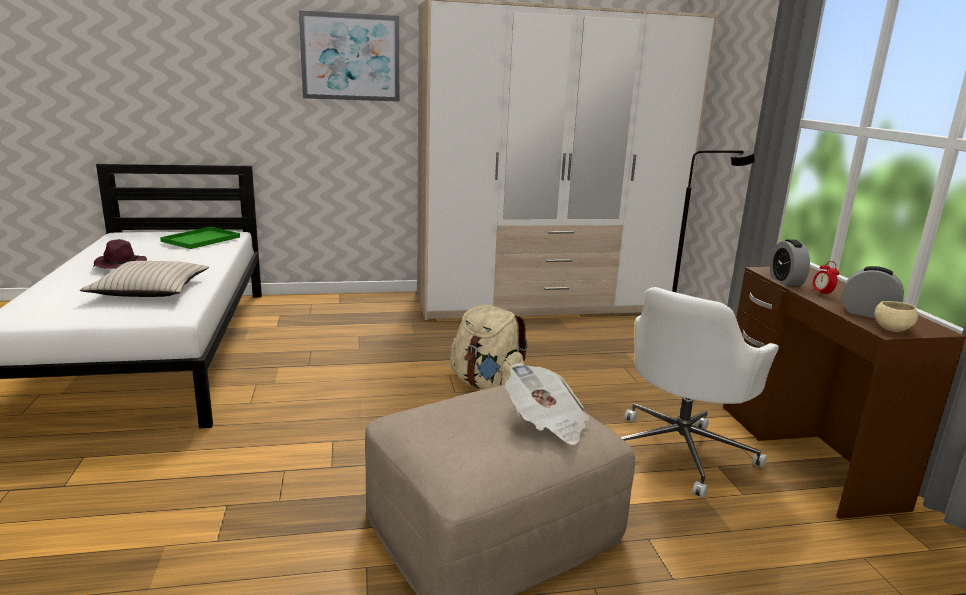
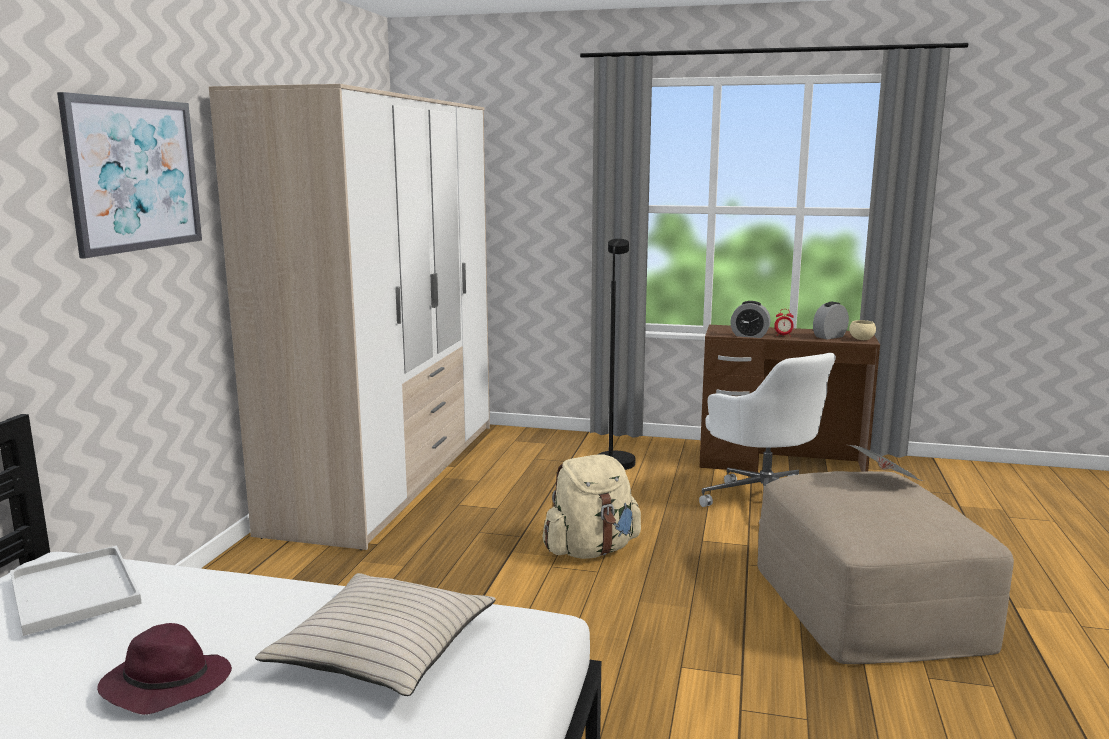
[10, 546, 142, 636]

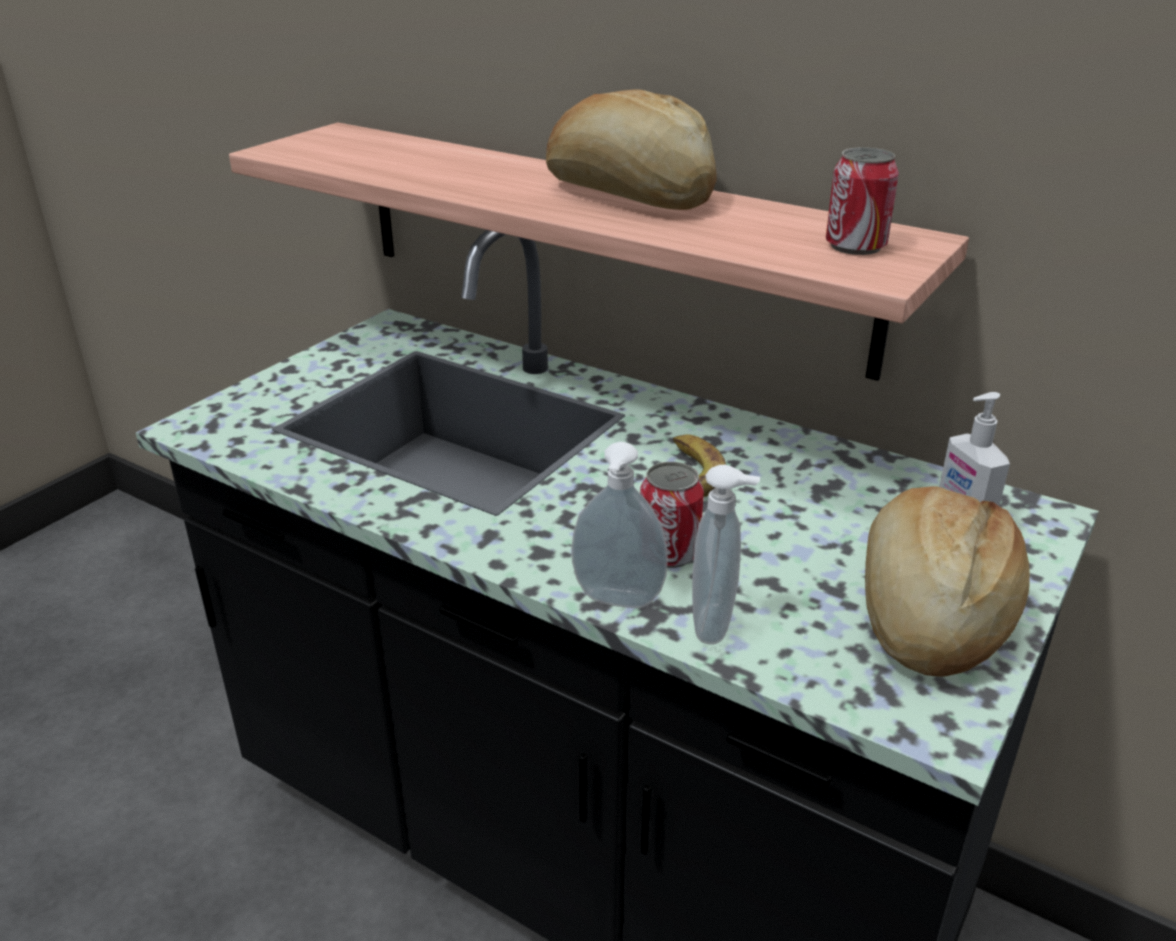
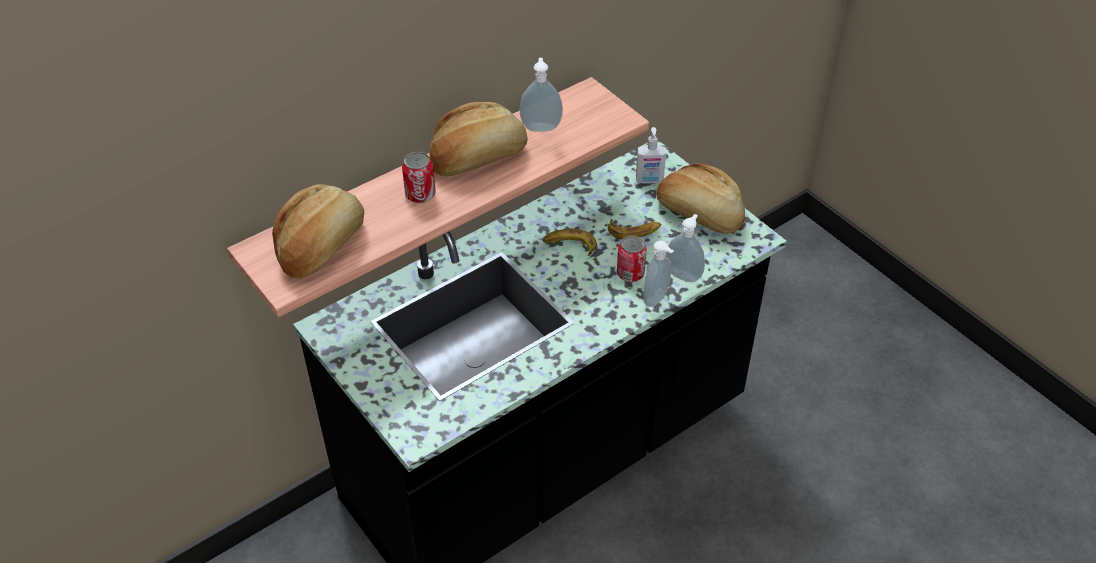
[272, 184, 364, 279]
[520, 58, 563, 132]
[608, 219, 661, 240]
[402, 152, 436, 203]

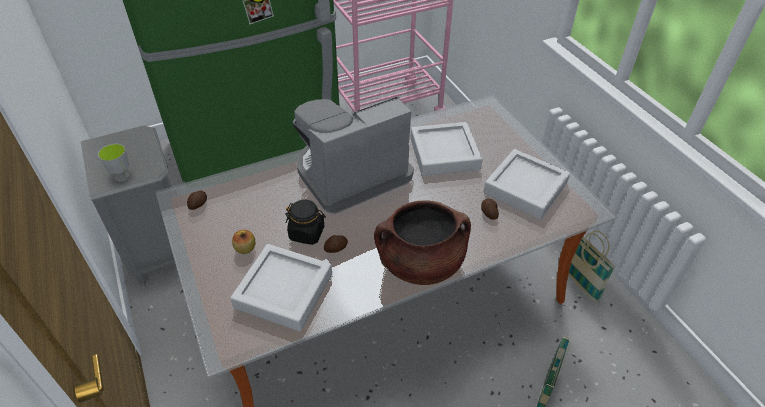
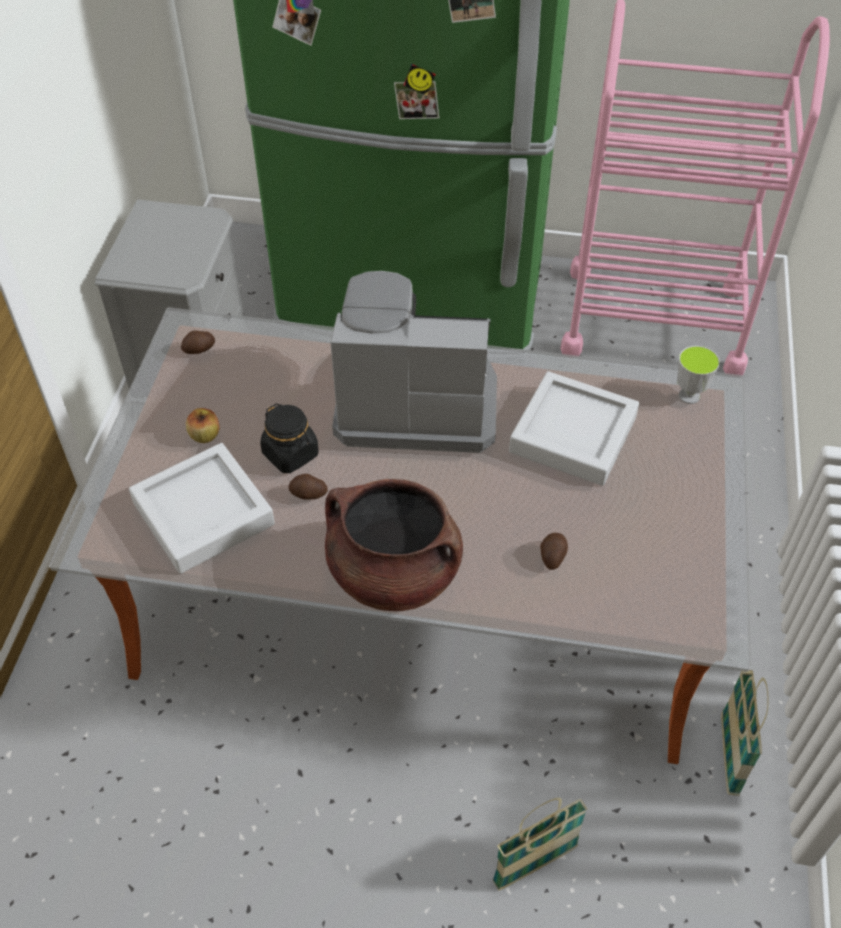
[483, 149, 570, 219] (first image)
[677, 345, 720, 404]

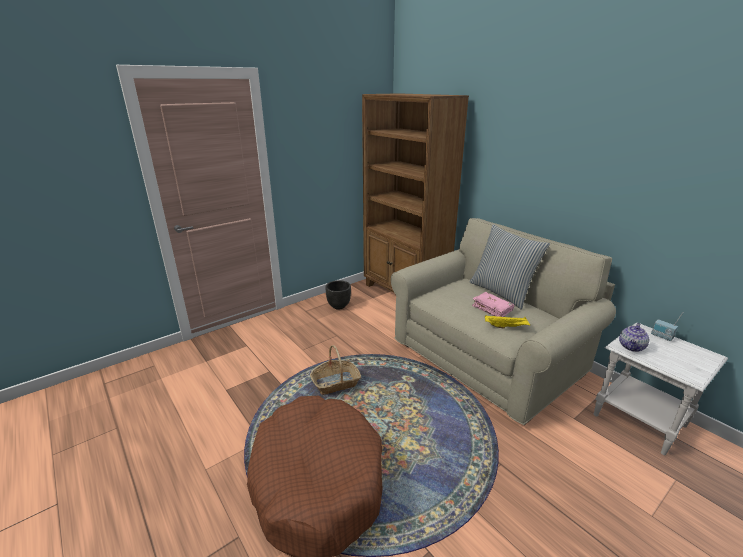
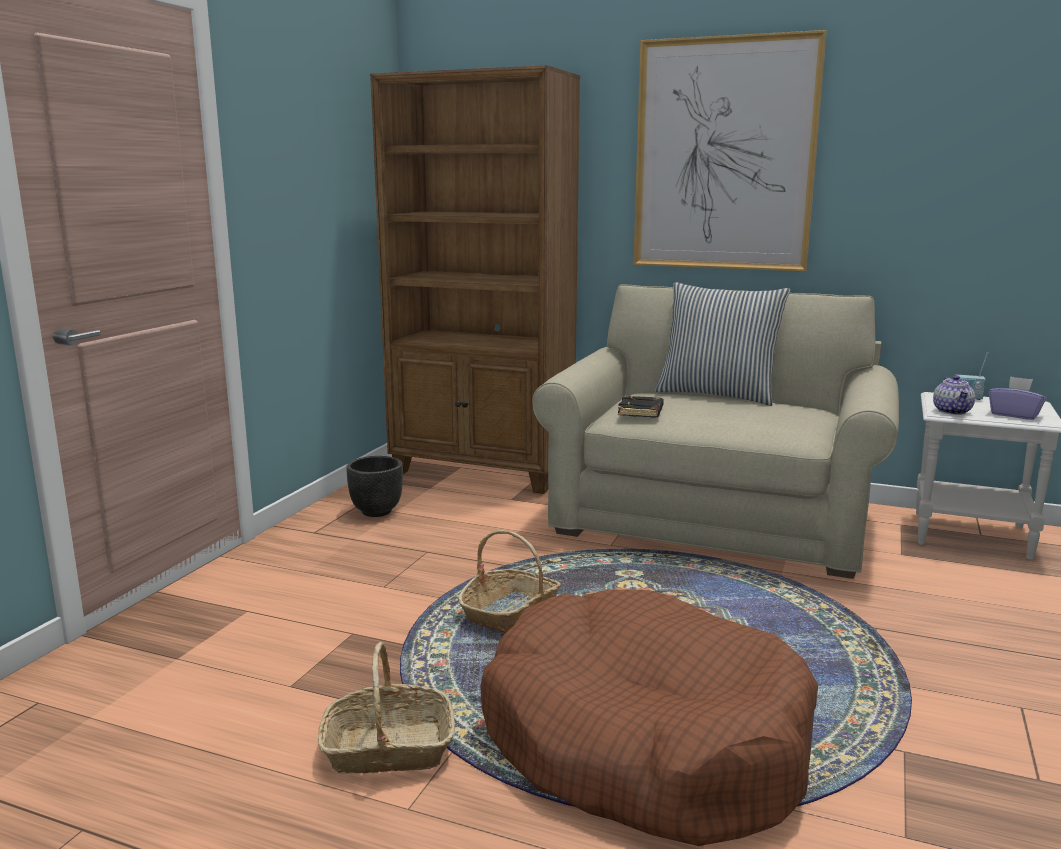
[472, 292, 514, 317] (first image)
[485, 316, 530, 329] (first image)
[318, 642, 455, 774]
[618, 396, 664, 418]
[633, 30, 827, 272]
[989, 376, 1047, 420]

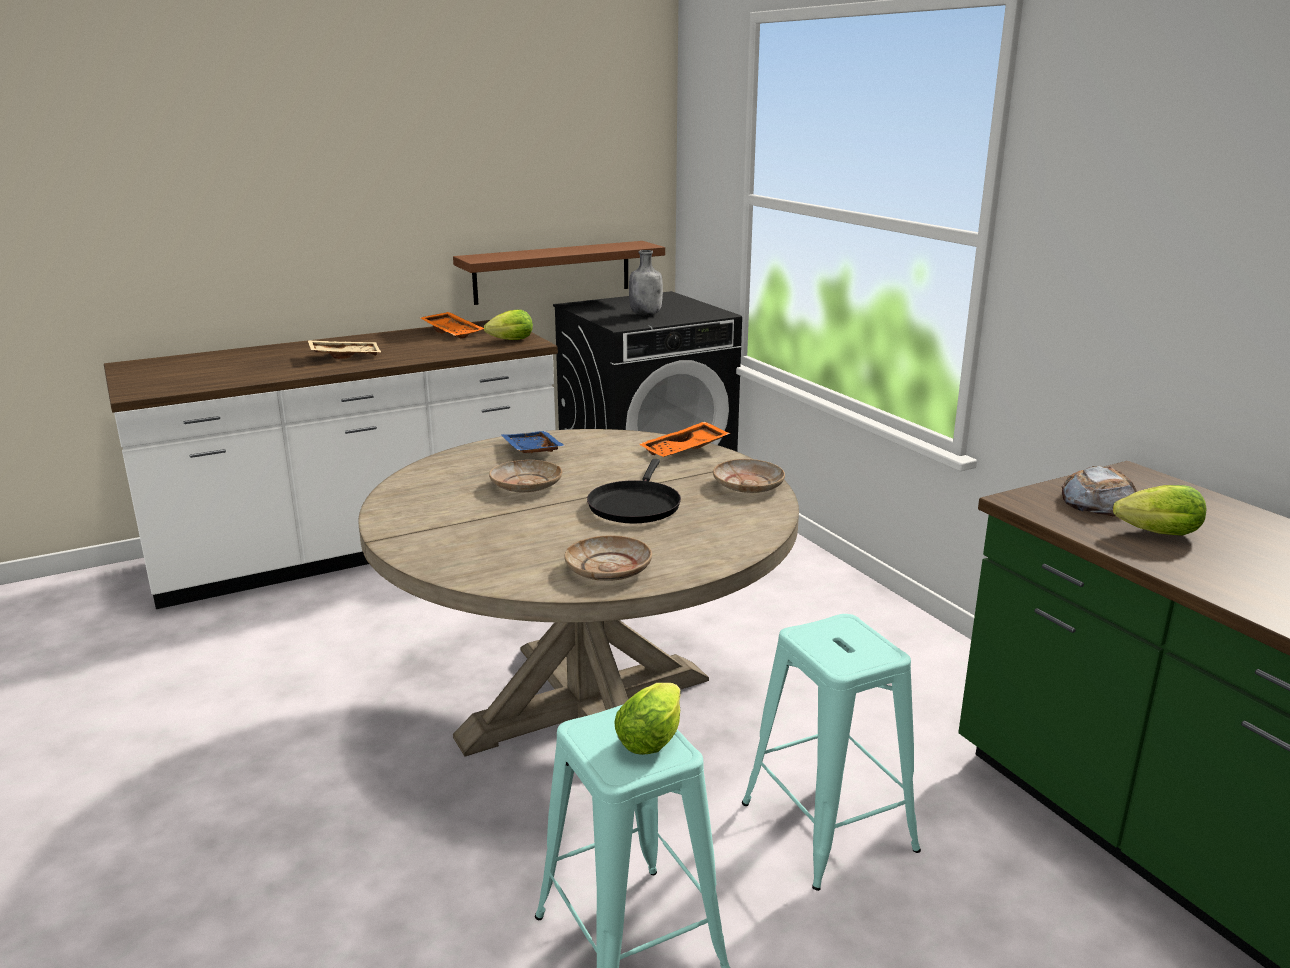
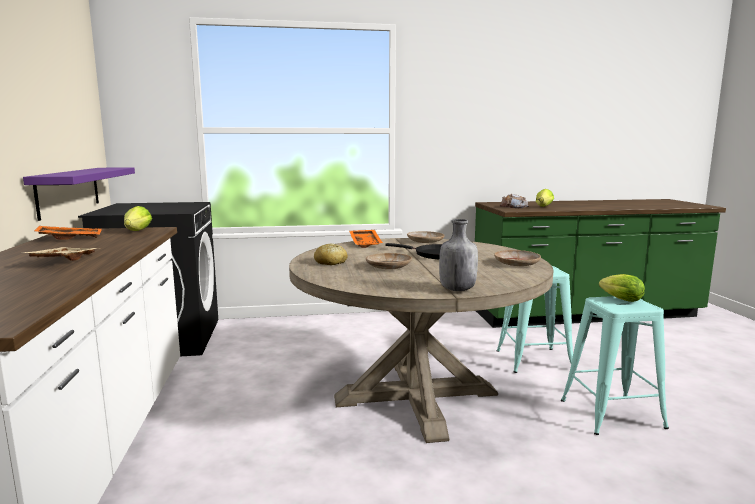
[439, 219, 478, 291]
[314, 243, 348, 265]
[23, 167, 135, 221]

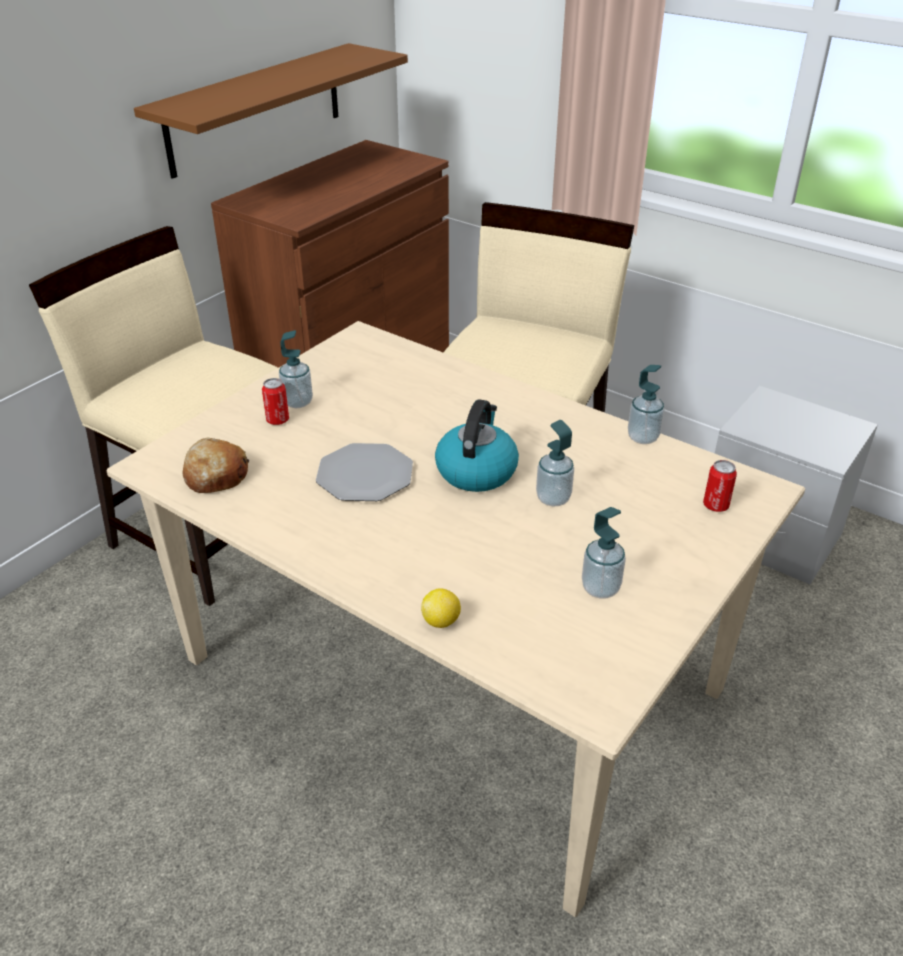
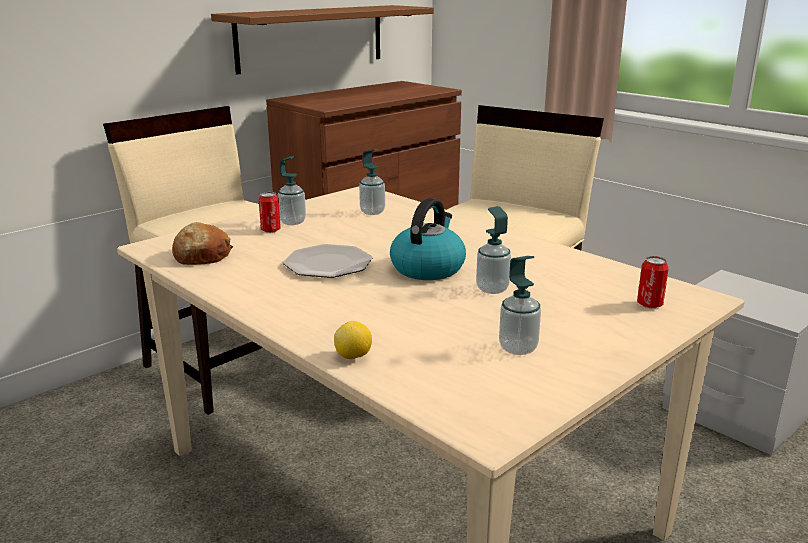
[359, 149, 385, 215]

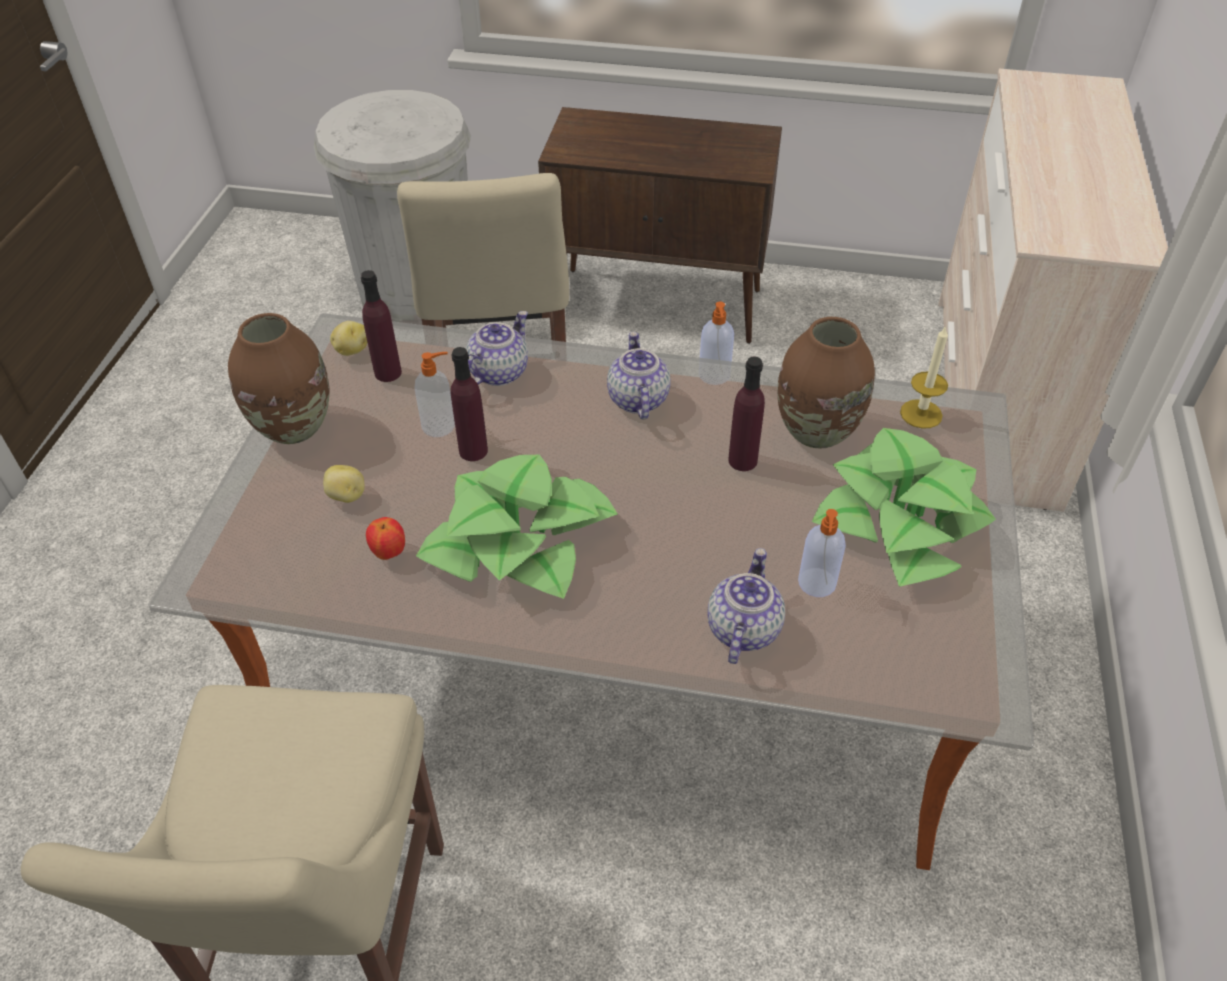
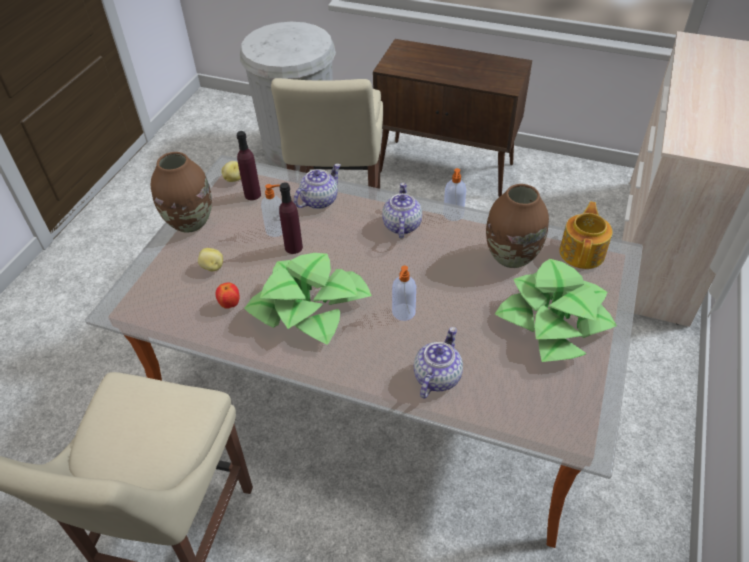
[728, 357, 765, 471] (first image)
[392, 266, 416, 321]
[560, 202, 612, 269]

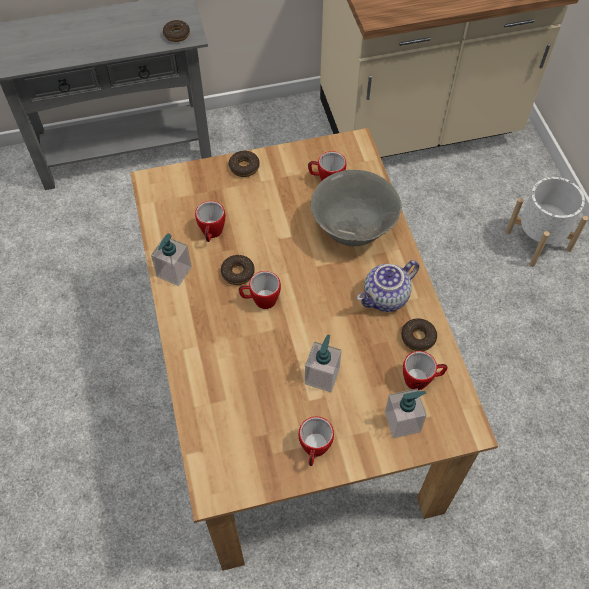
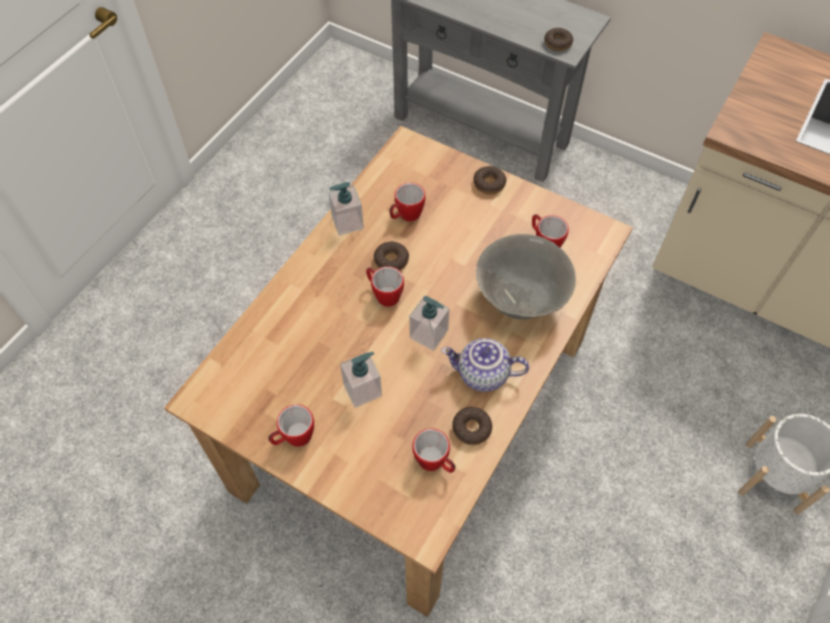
[409, 295, 450, 351]

